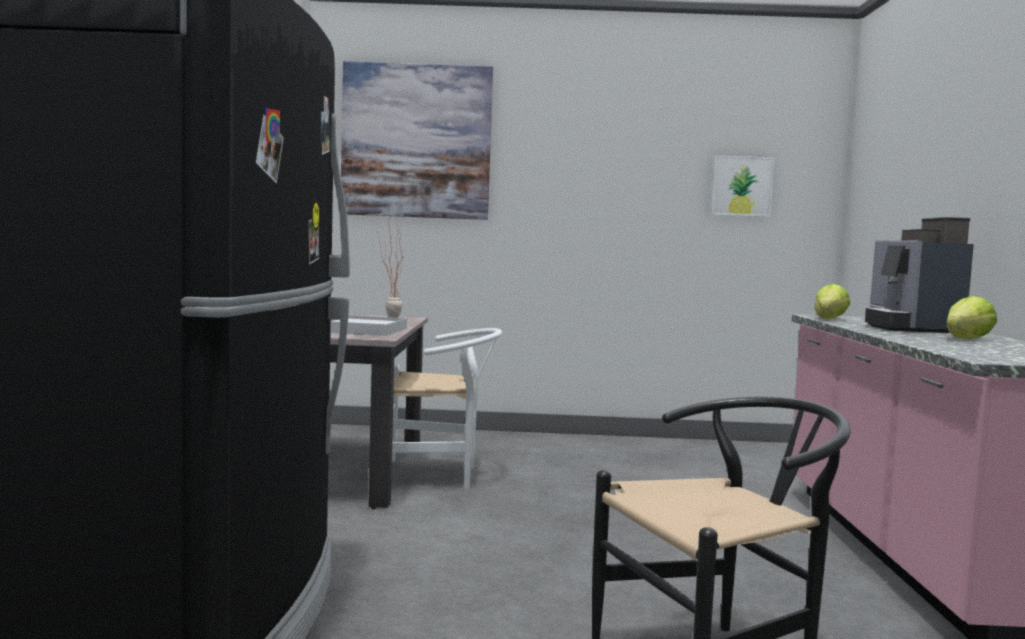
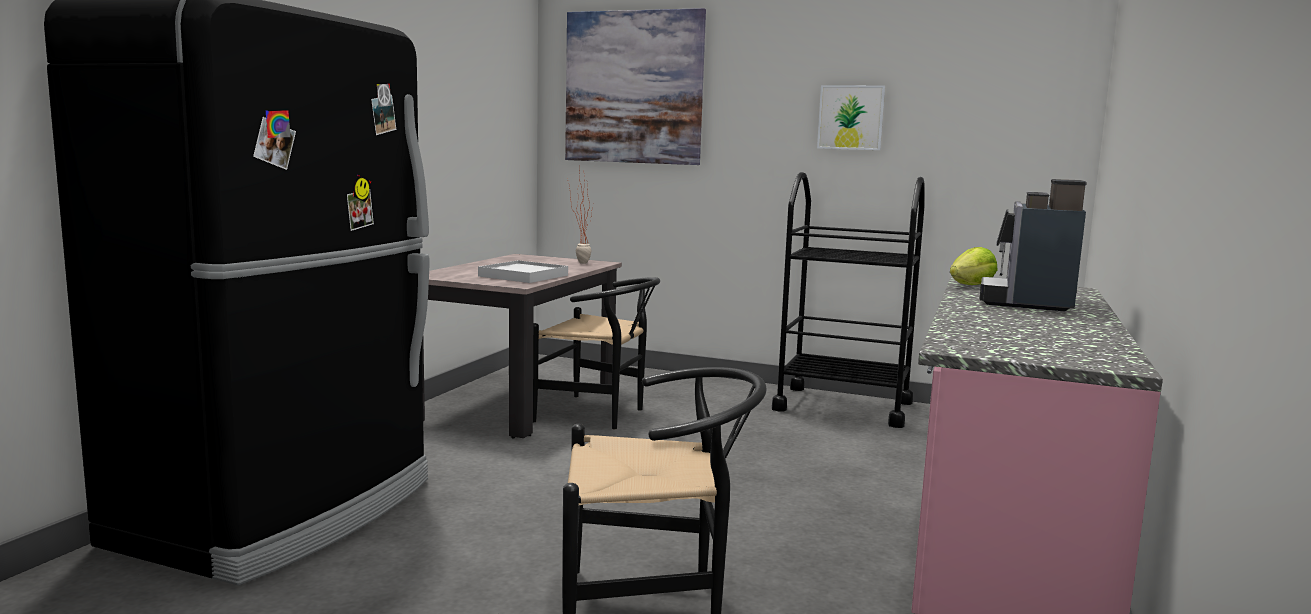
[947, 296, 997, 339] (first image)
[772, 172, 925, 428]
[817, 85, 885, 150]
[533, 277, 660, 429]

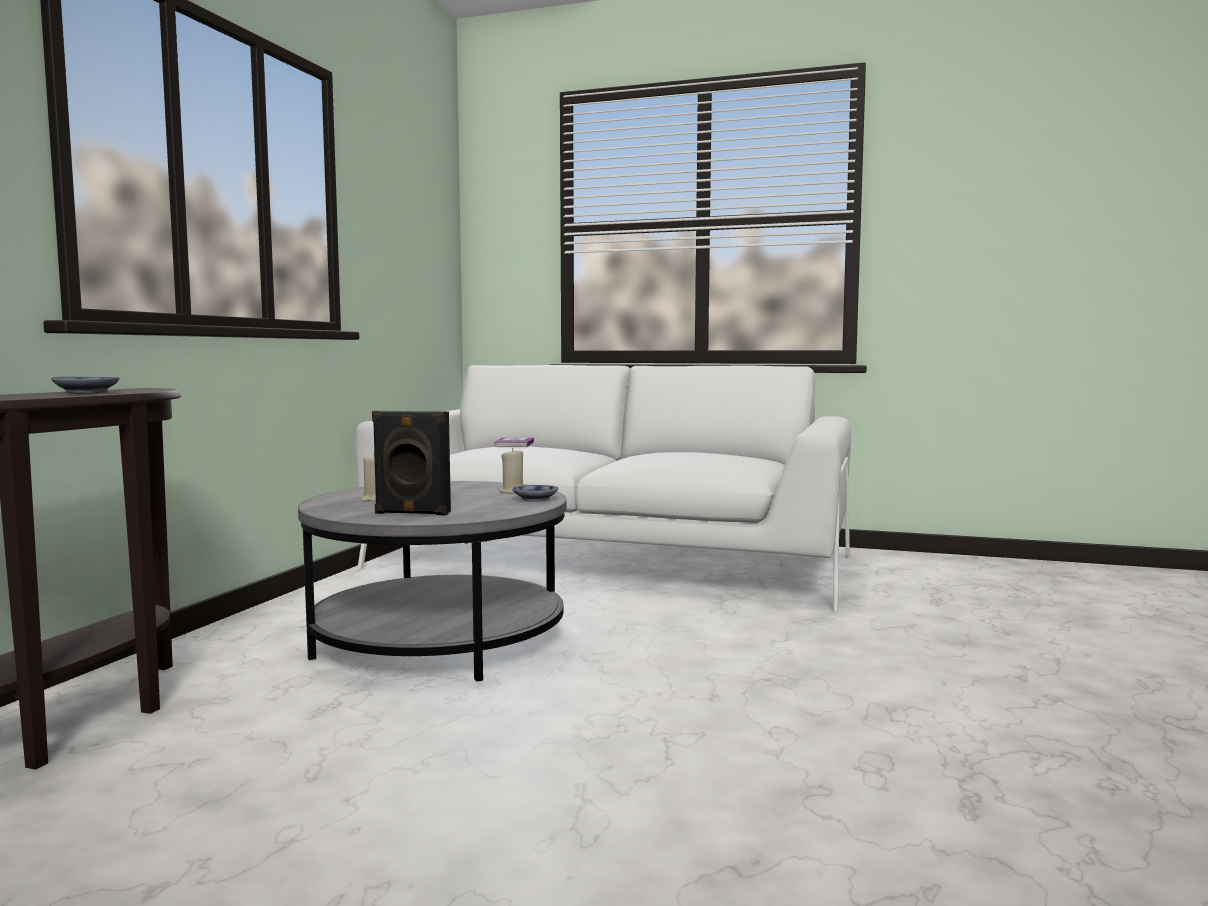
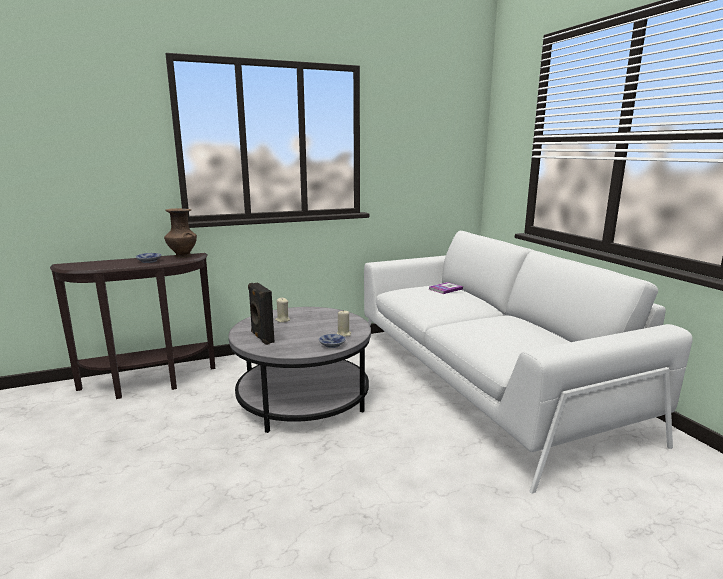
[164, 208, 197, 258]

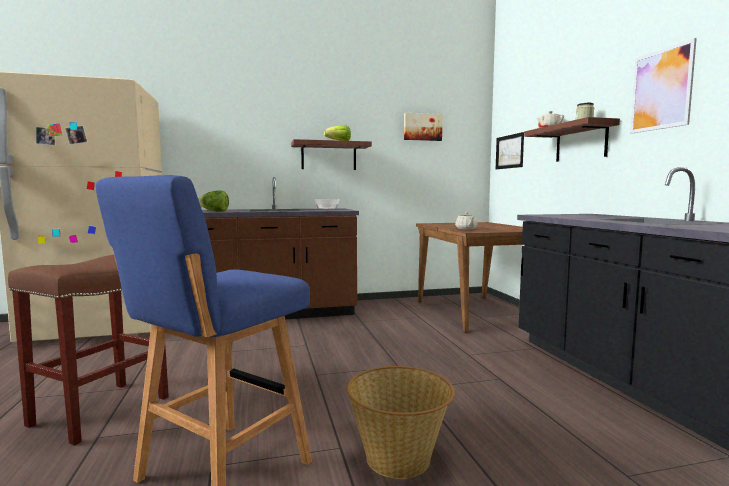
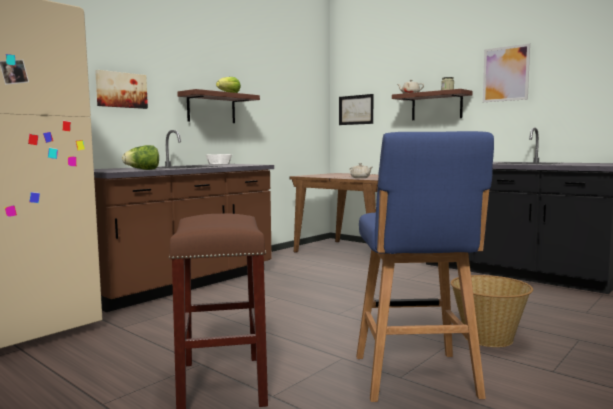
[95, 70, 148, 109]

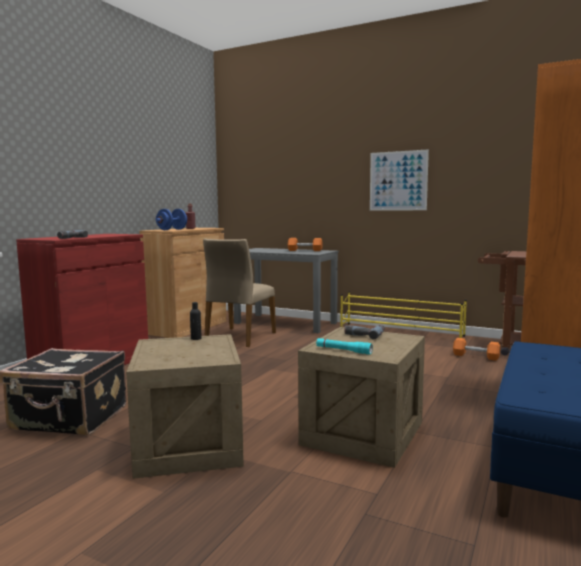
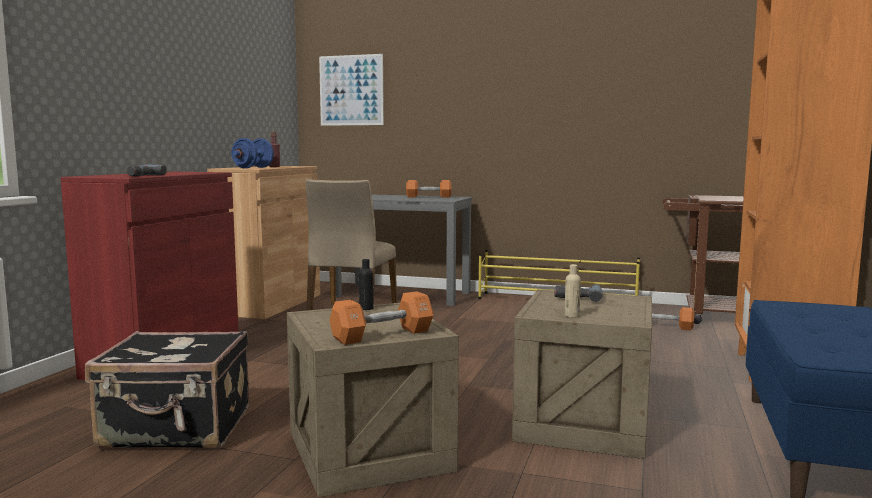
[330, 291, 433, 345]
[319, 54, 384, 126]
[565, 264, 581, 318]

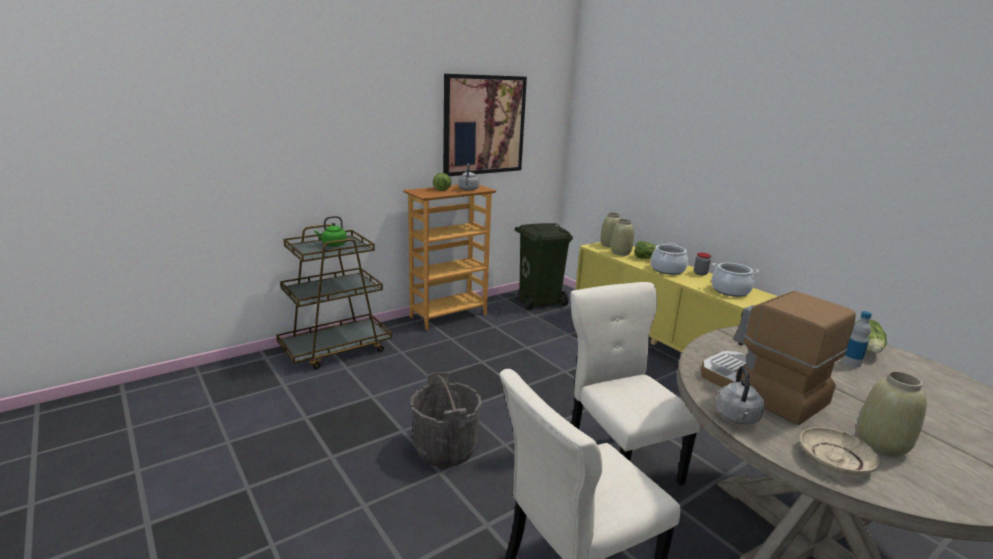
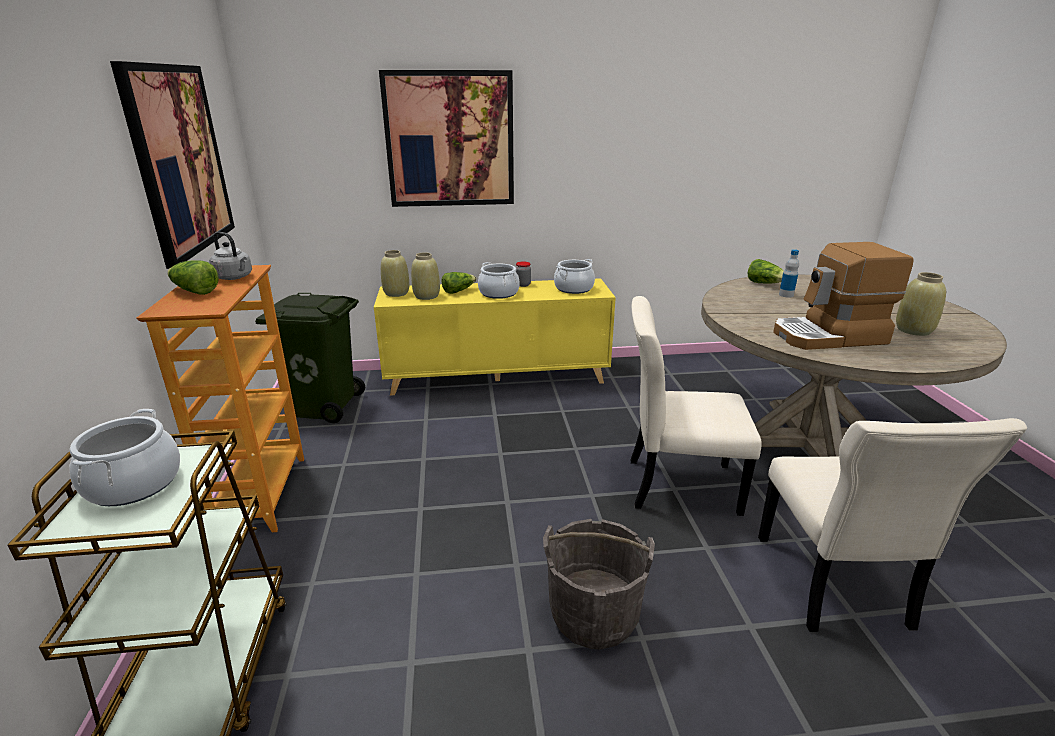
[716, 366, 765, 425] (first image)
[799, 427, 880, 475] (first image)
[379, 70, 514, 207]
[69, 409, 180, 506]

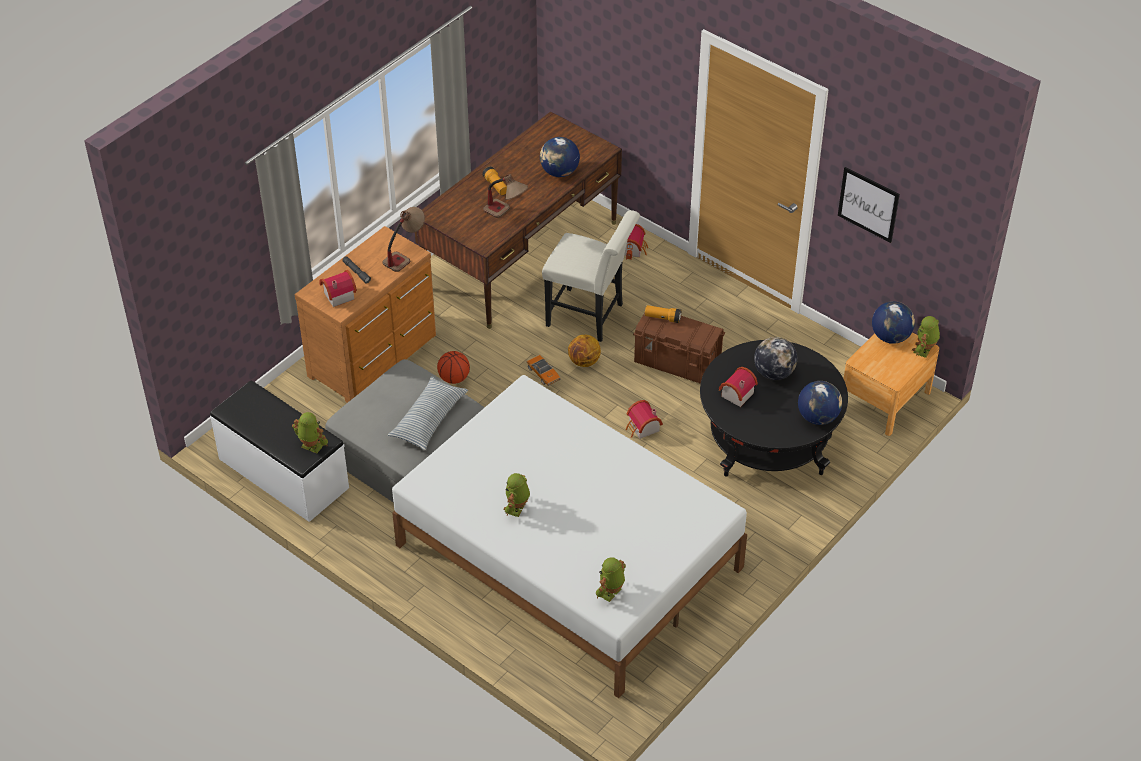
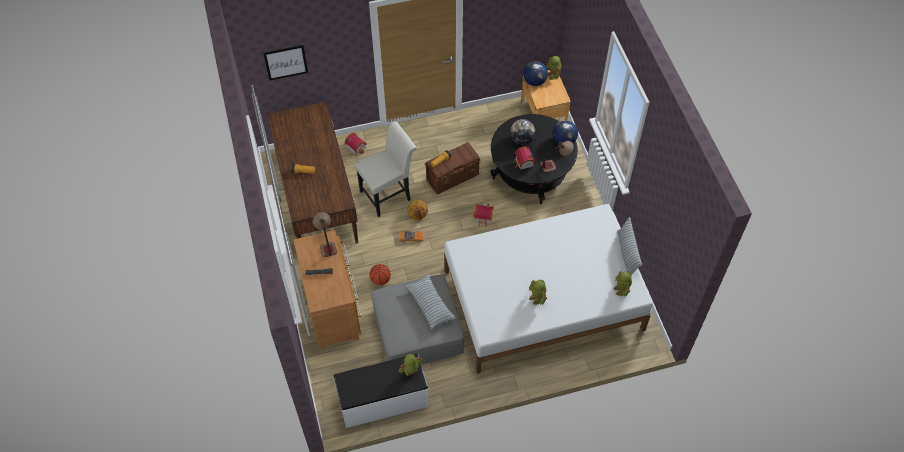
[319, 270, 357, 307] (first image)
[540, 137, 580, 177] (first image)
[617, 216, 642, 275]
[540, 141, 574, 173]
[263, 45, 308, 80]

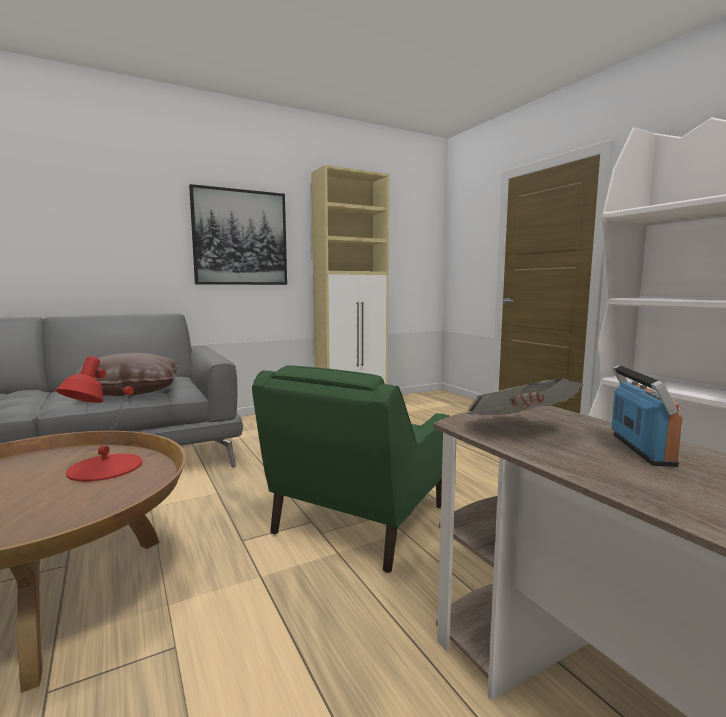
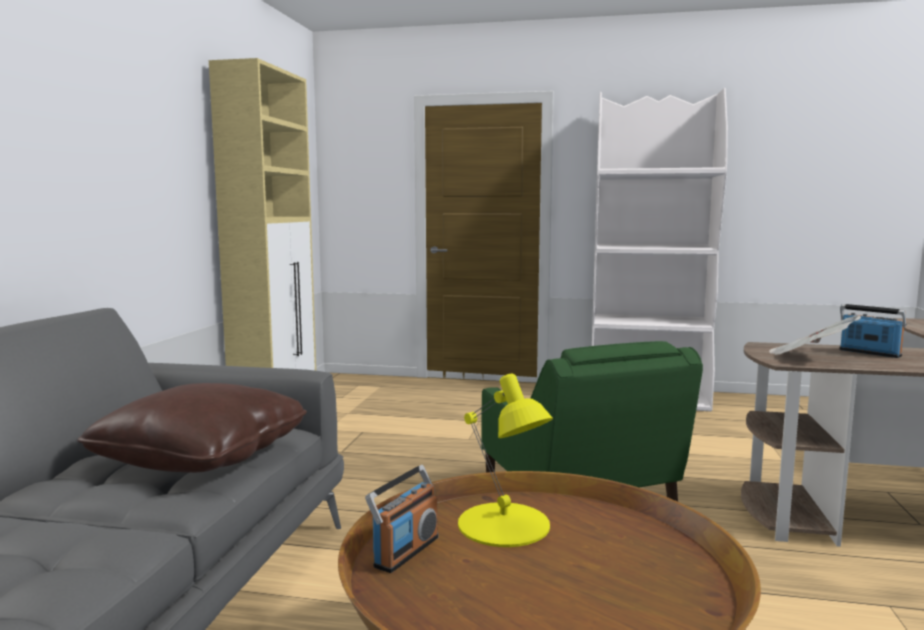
[189, 184, 287, 285] (first image)
[365, 465, 438, 573]
[458, 373, 553, 547]

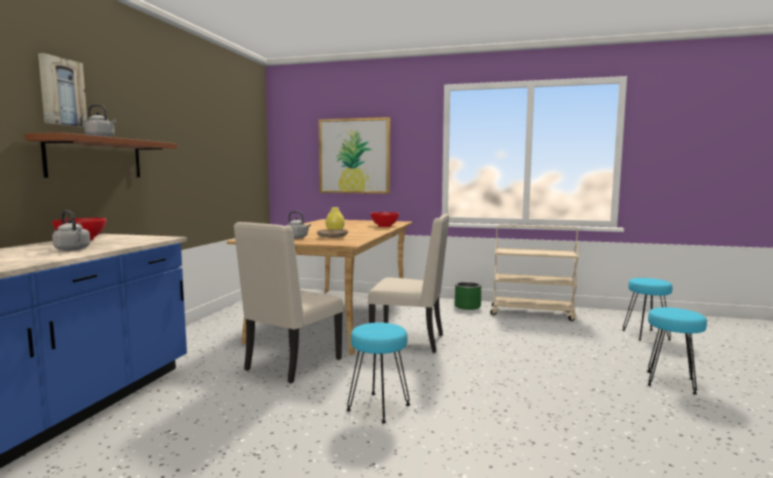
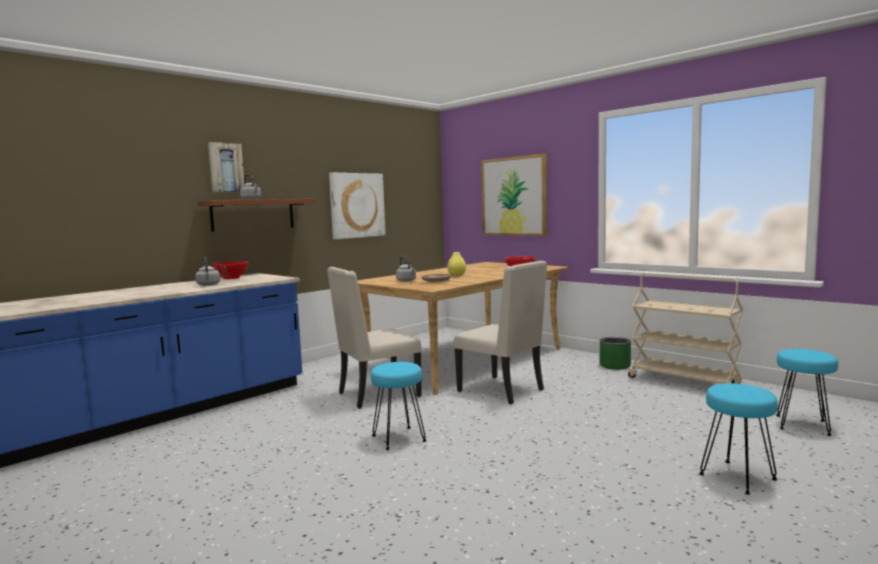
[329, 173, 386, 239]

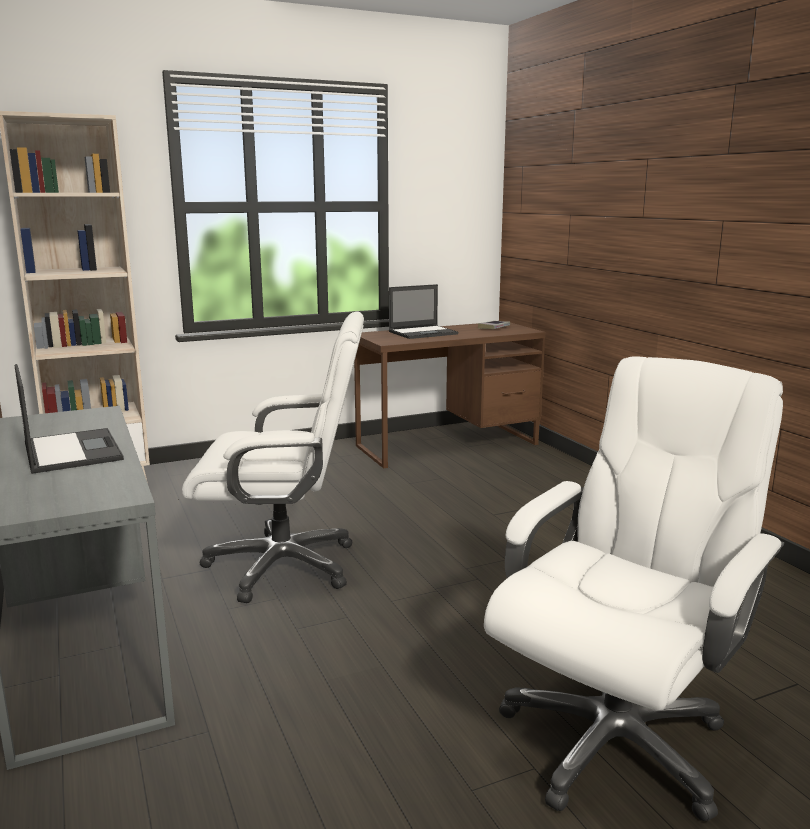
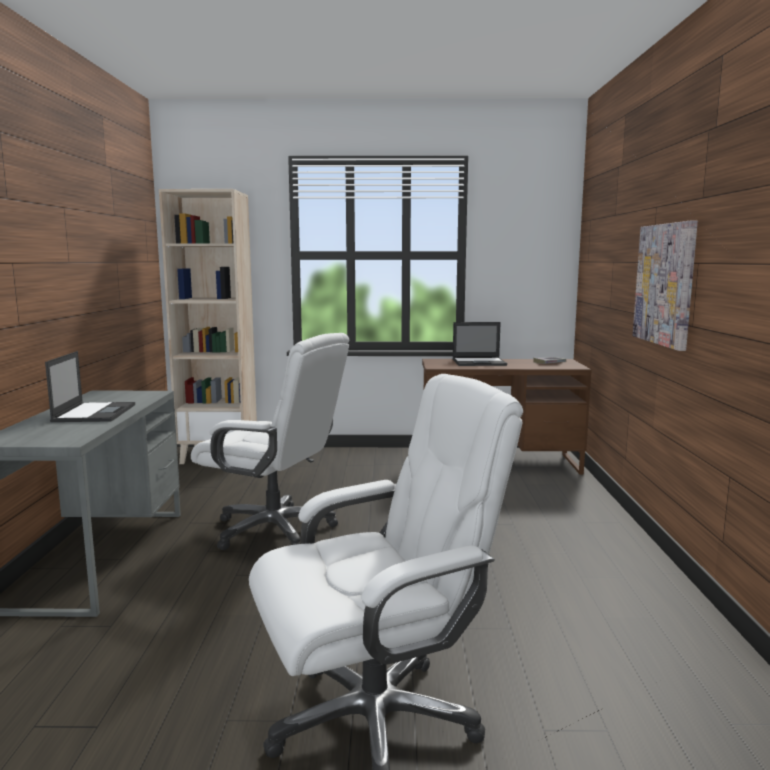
[633, 220, 698, 351]

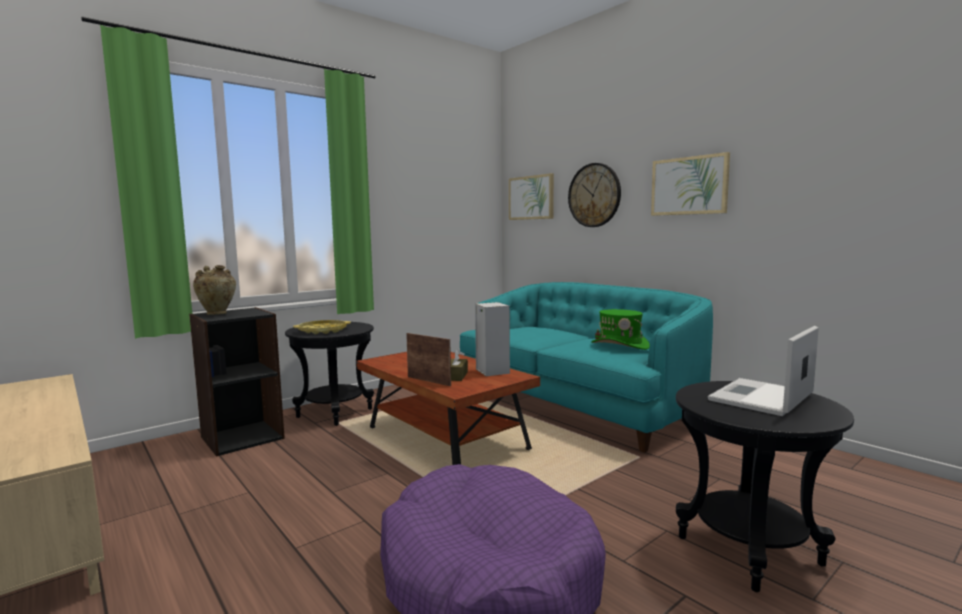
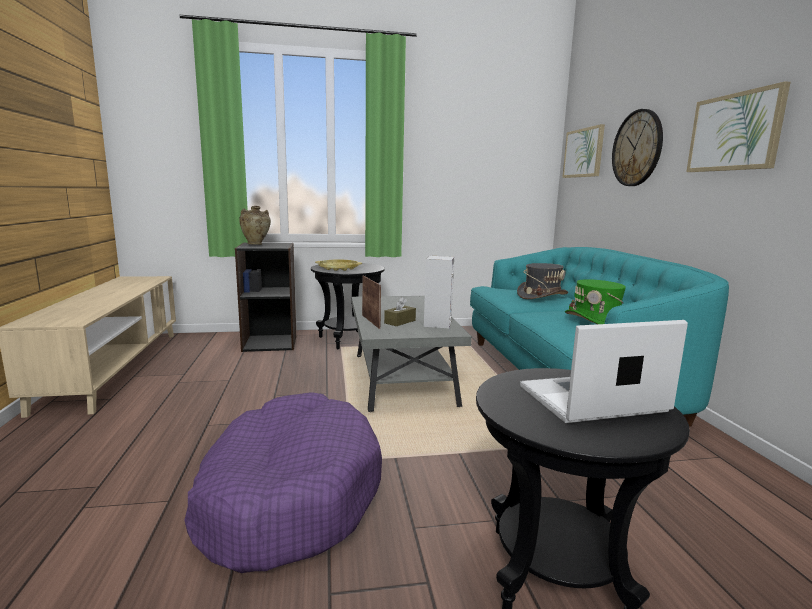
[517, 263, 568, 299]
[351, 296, 472, 412]

